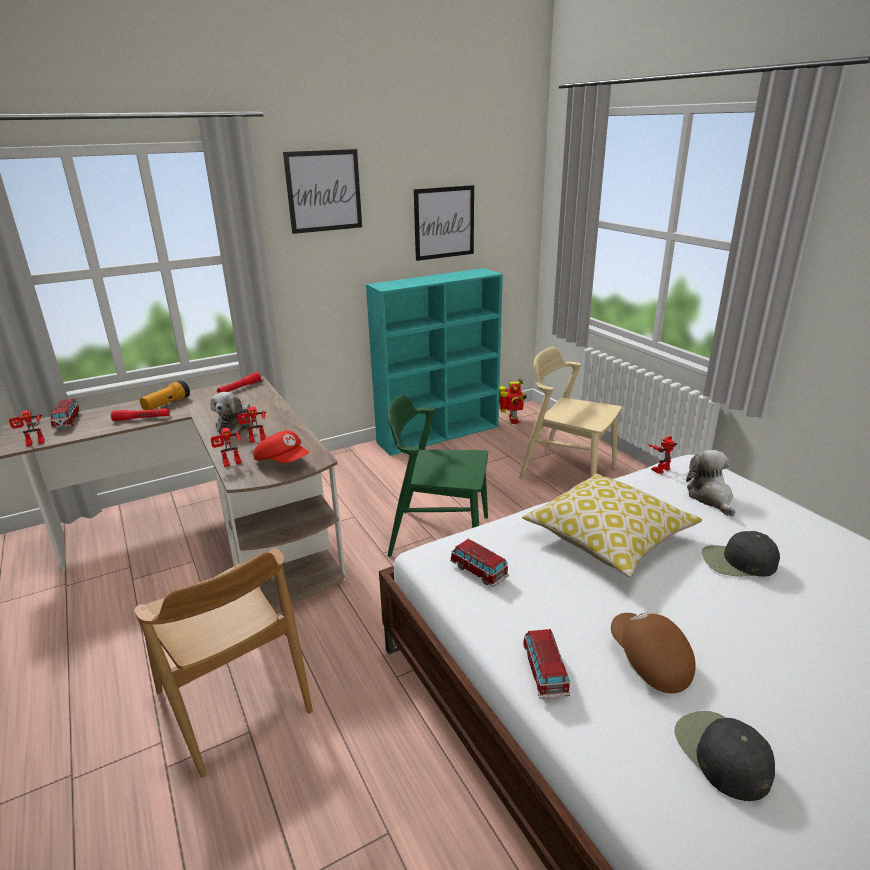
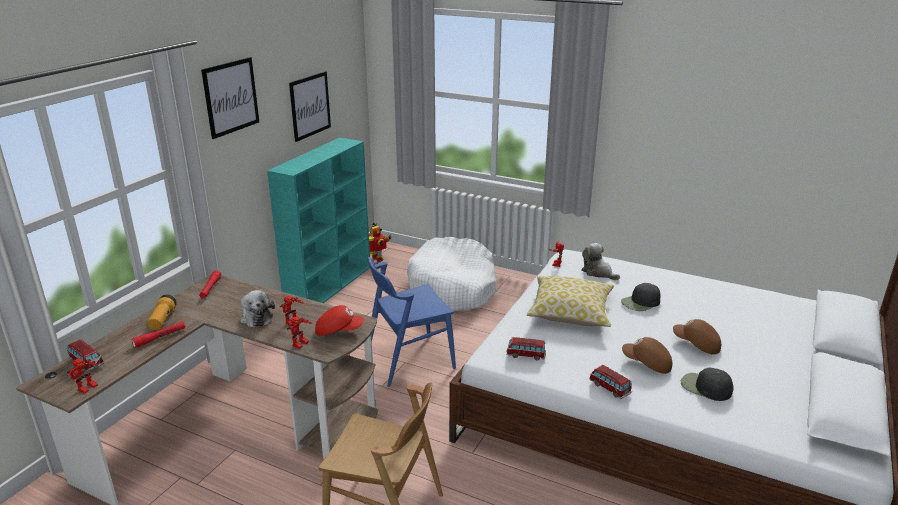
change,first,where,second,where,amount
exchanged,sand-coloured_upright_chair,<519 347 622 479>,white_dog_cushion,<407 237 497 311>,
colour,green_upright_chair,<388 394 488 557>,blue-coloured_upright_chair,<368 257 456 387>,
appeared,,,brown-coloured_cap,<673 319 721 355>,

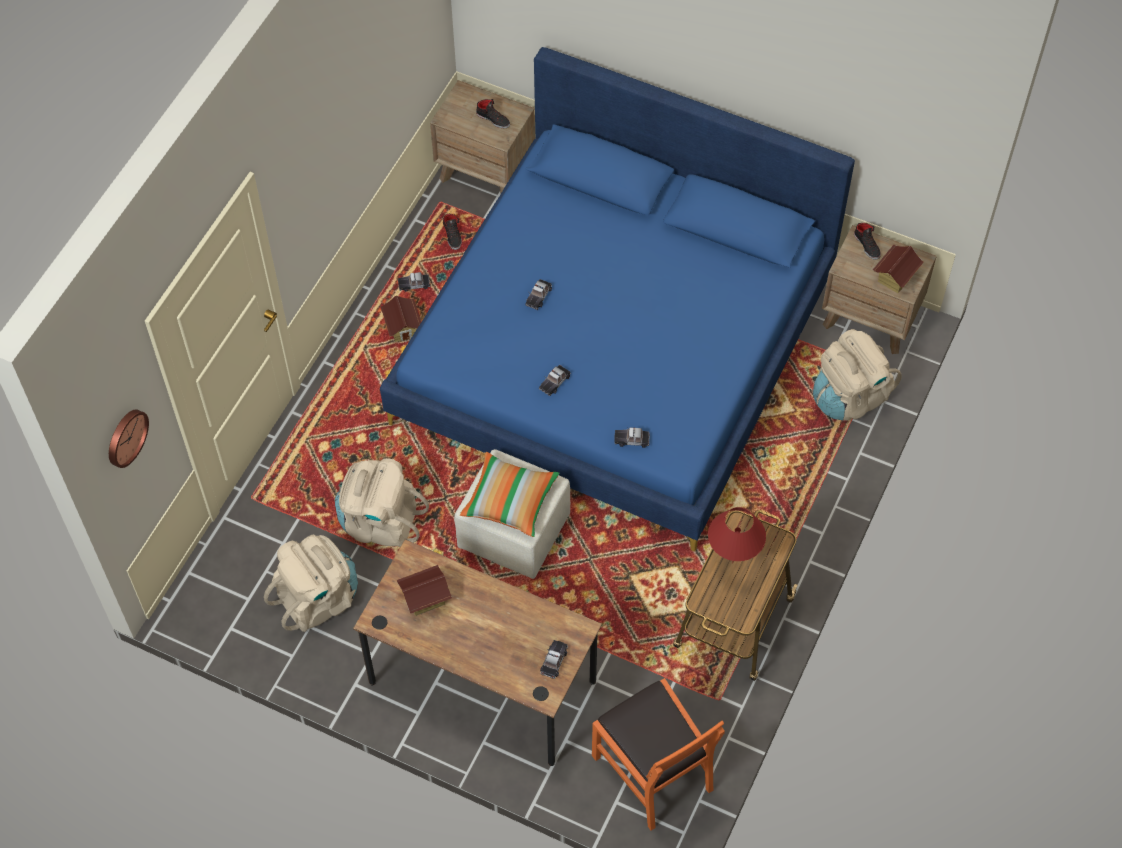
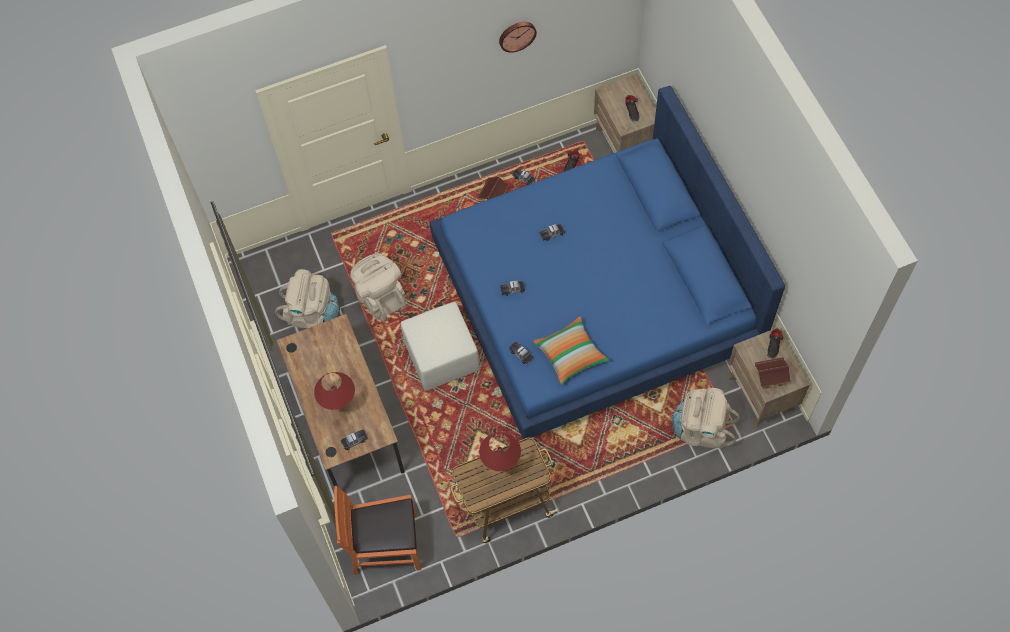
change,first,where,second,where,amount
relocated,hanging_clock,<109 409 149 468>,,<499 22 537 52>,
relocated,cushion,<460 452 560 537>,,<533 316 609 385>,
missing,model_house,<397 565 452 616>,,,
spun,orange-coloured_upright_chair,<592 678 725 831>,,<334 486 421 575>,75 degrees clockwise
appeared,,,red_lamp_for_a_table,<314 372 355 410>,

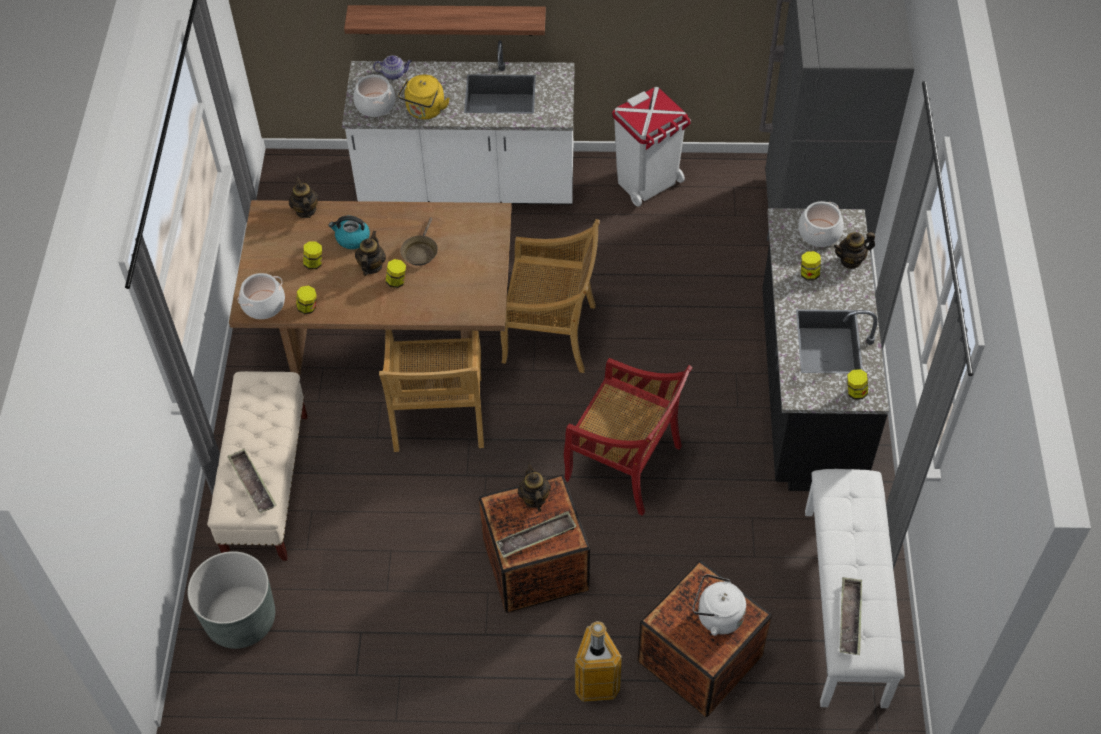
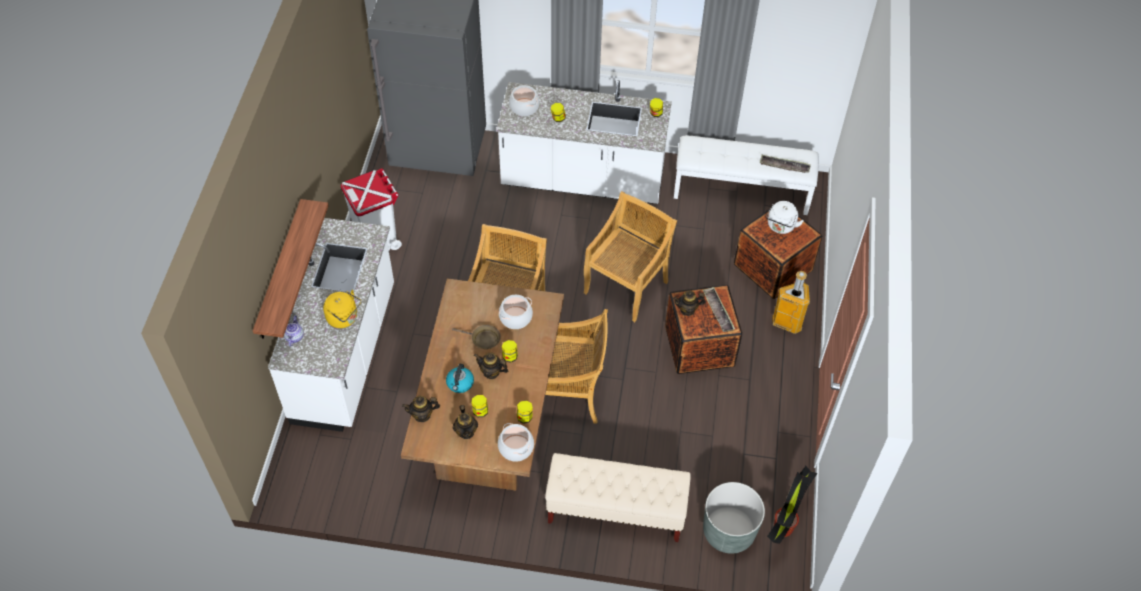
change,first,where,second,where,amount
relocated,stockpot,<353 74 395 117>,,<499 295 533 329>,
colour,black-coloured_kitchen_base_unit,<762 208 889 491>,white_kitchen_base_unit,<496 80 672 204>,
relocated,pot_for_tea,<834 232 875 269>,,<453 405 478 439>,
colour,red_upright_chair,<564 358 693 516>,sand-coloured_upright_chair,<584 191 677 322>,
missing,tray,<227 449 277 513>,,,
appeared,,,houseplant,<767 466 818 544>,

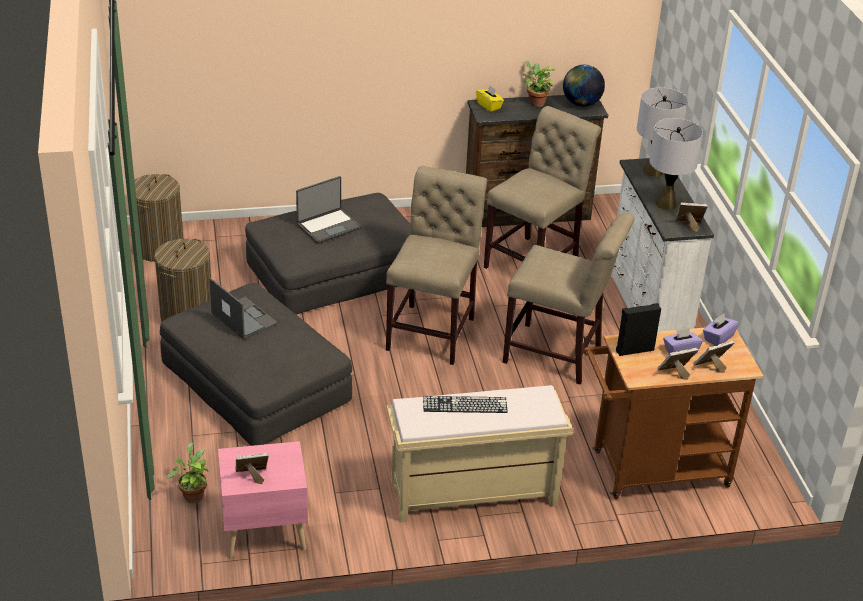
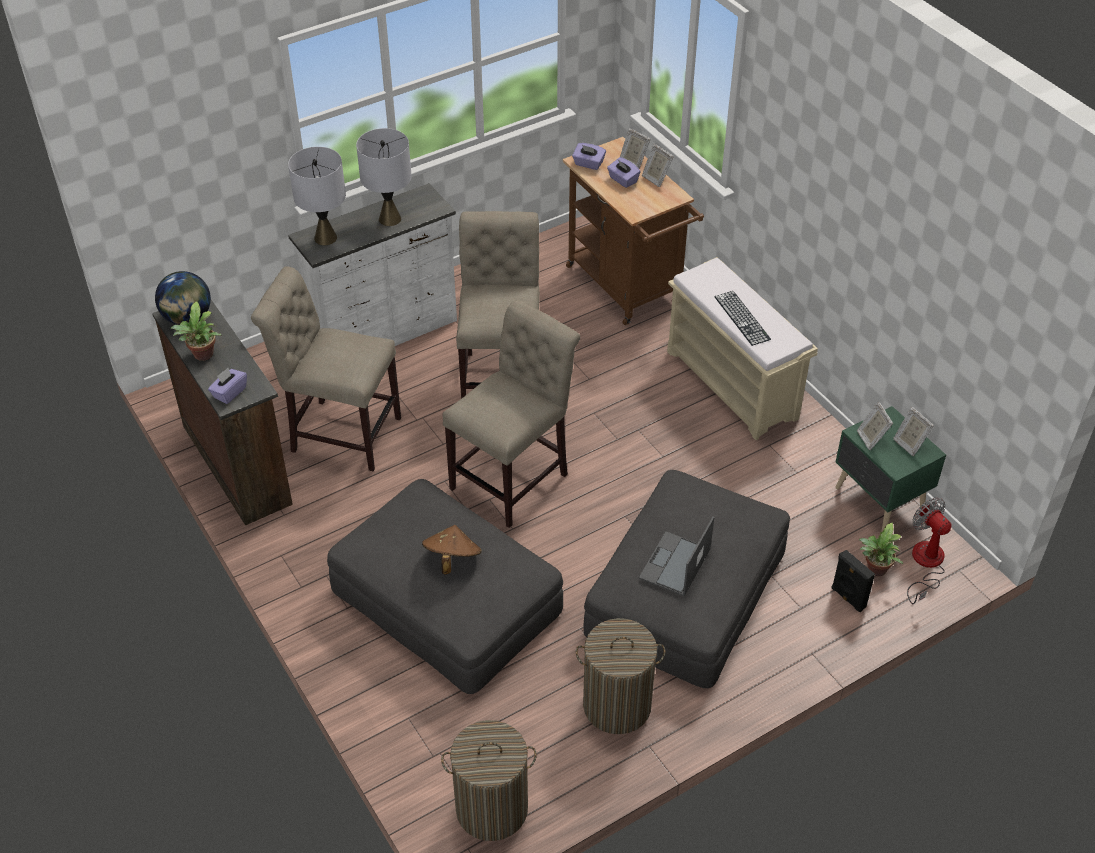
change,first,where,second,where,amount
colour,yellow_tissue_holder,<476 86 504 112>,purplish_tissue_holder,<208 368 247 404>,
spun,sand-coloured_upright_chair,<386 166 487 365>,,<442 300 580 528>,135 degrees clockwise
exchanged,notebook_computer,<296 176 361 244>,brown-coloured_hat,<422 525 482 574>,
relocated,standing_frame,<676 202 708 232>,,<857 402 893 450>,
relocated,black-coloured_audio_speaker,<616 303 661 356>,,<831 550 875 612>,
colour,pink_nightstand,<218 441 308 558>,green_nightstand,<835 406 946 532>,
appeared,,,fan,<907 498 952 604>,

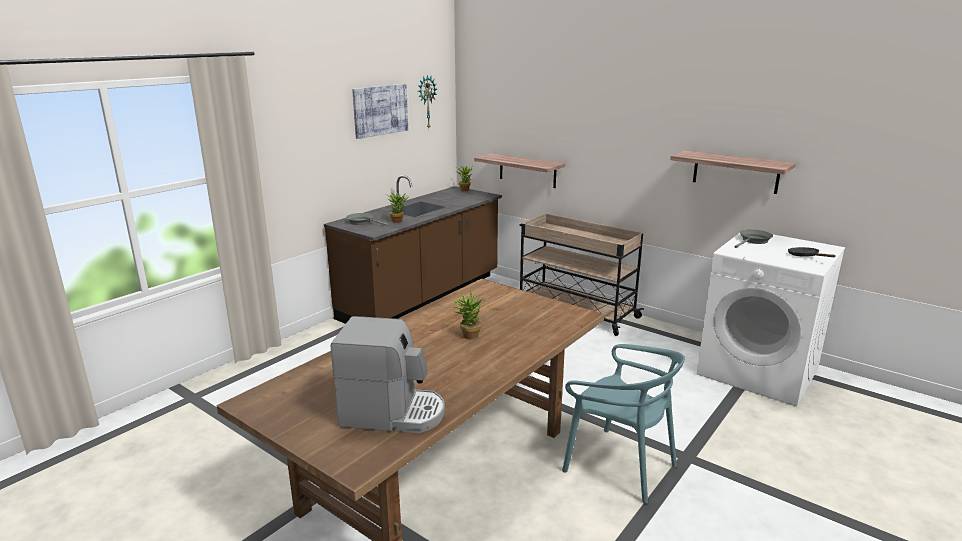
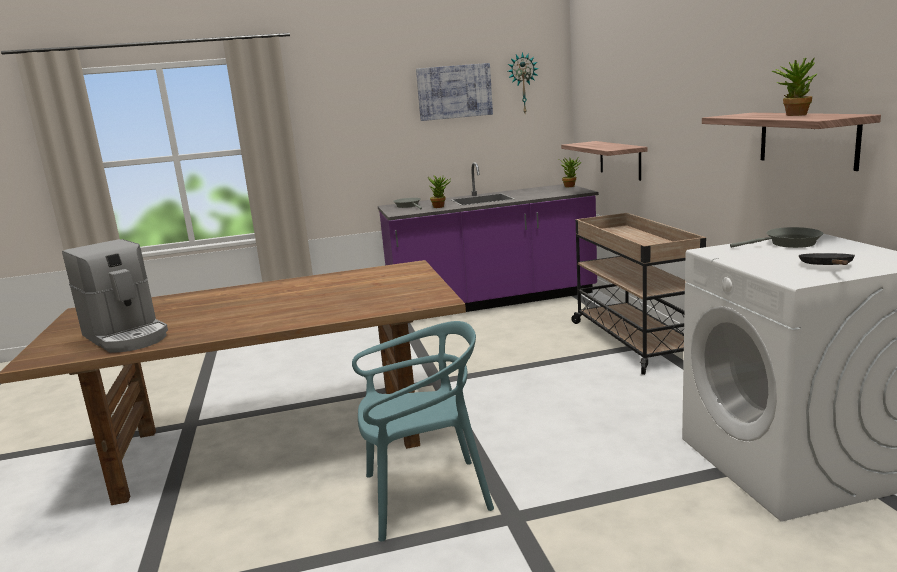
change,first,where,second,where,amount
colour,brown-coloured_kitchen_base_unit,<324 175 502 324>,purplish_kitchen_base_unit,<378 162 599 312>,
relocated,houseplant,<451 290 482 339>,,<772 58 817 116>,
spun,turquoise-coloured_upright_chair,<562 344 685 504>,,<352 321 494 541>,90 degrees counterclockwise

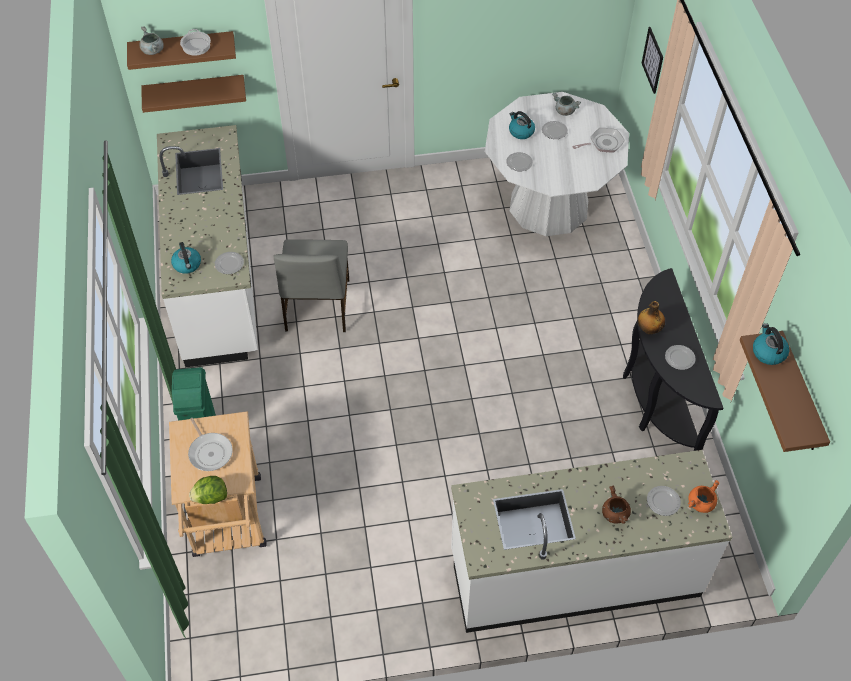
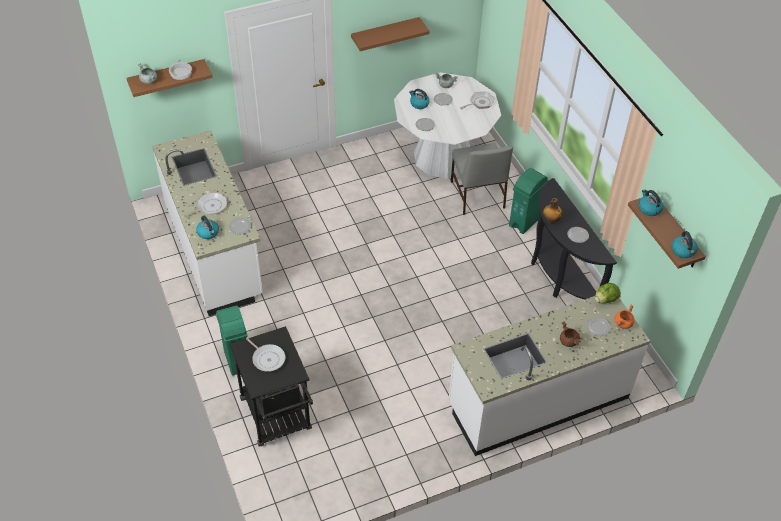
change,first,where,second,where,amount
missing,wall_art,<642 27 663 94>,,,
relocated,brown-coloured_bracket_shelf,<141 75 246 113>,,<351 17 430 51>,
relocated,grey_upright_chair,<273 239 349 332>,,<451 143 513 215>,
colour,sand-coloured_trolley,<169 411 267 557>,black-coloured_trolley,<230 326 313 447>,
relocated,lettuce,<189 476 227 504>,,<595 283 621 304>,
appeared,,,green_waste_bin,<509 168 549 234>,
appeared,,,pan,<184 193 227 217>,
appeared,,,kettle,<672 231 698 258>,

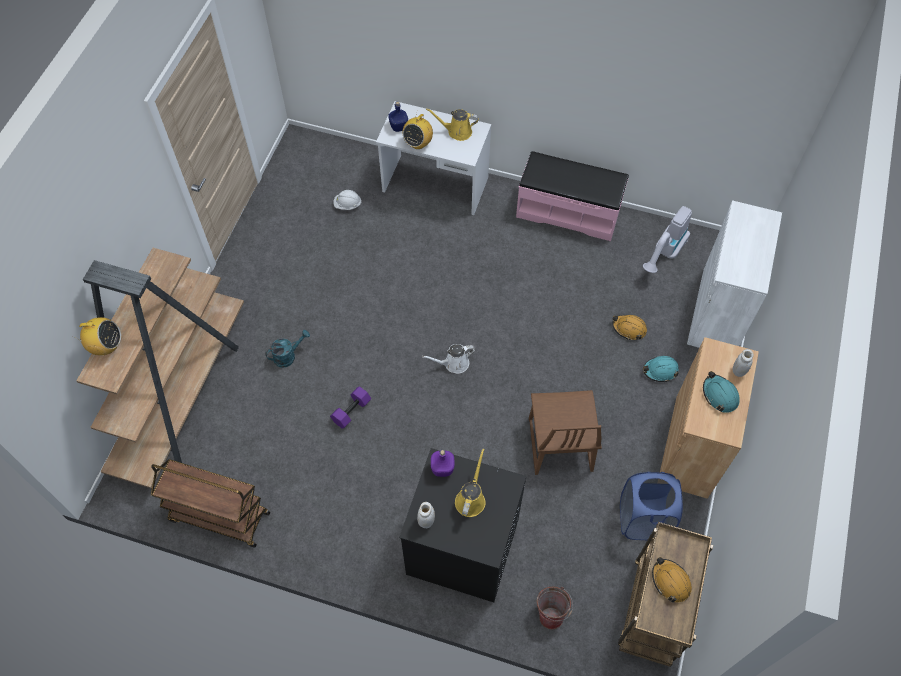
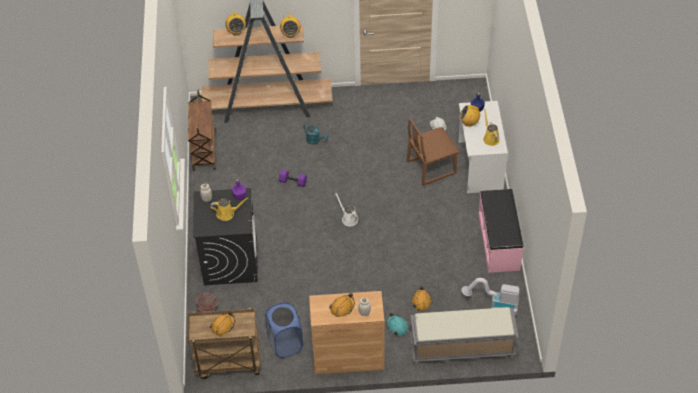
change,first,where,second,where,amount
exchanged,white_storage_cabinet,<687 200 782 348>,grey_long_seat,<410 307 519 365>,
colour,turquoise-coloured_work_helmet,<703 371 740 413>,orange-coloured_work_helmet,<329 293 355 317>,
relocated,brown-coloured_upright_chair,<529 390 602 475>,,<406 118 460 186>,
appeared,,,radio,<280 13 301 38>,

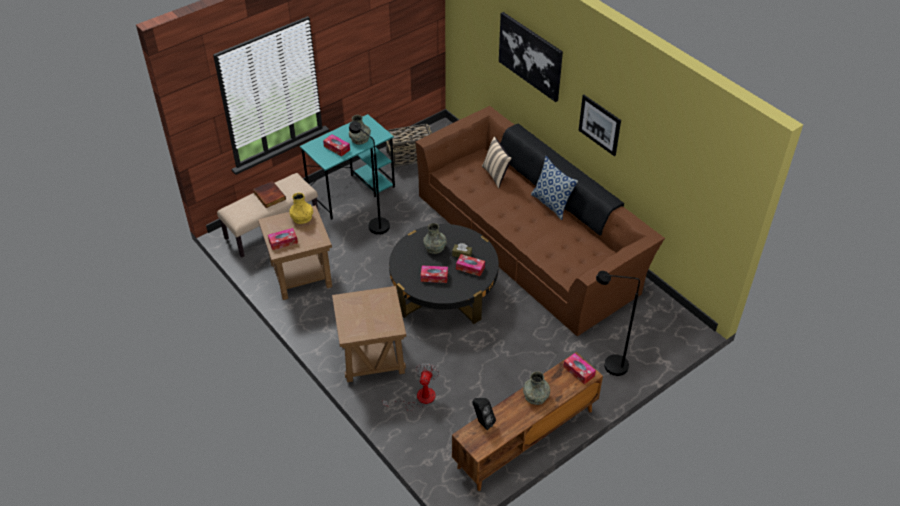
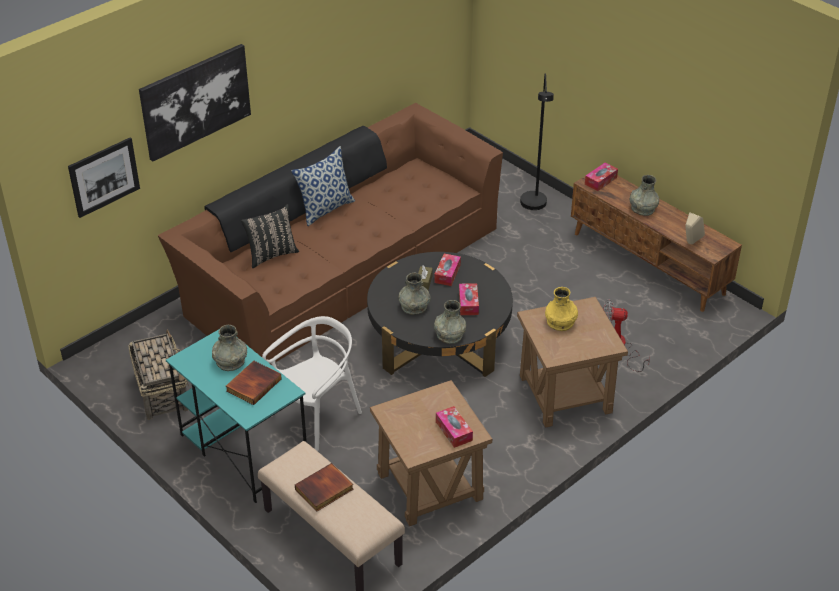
change,first,where,second,where,amount
relocated,wall_art,<579 95 621 156>,,<68 137 140 218>,
exchanged,black-coloured_standard_lamp,<349 121 390 235>,white_upright_chair,<262 316 362 451>,
exchanged,tissue_holder,<323 134 350 157>,bound_book,<226 361 282 405>,
colour,sand-coloured_cushion,<482 136 512 188>,black-coloured_cushion,<241 204 299 268>,
relocated,yellow_flower_vase,<289 193 313 224>,,<545 287 578 331>,
colour,black-coloured_audio_speaker,<472 398 496 430>,sand-coloured_audio_speaker,<685 212 705 244>,
appeared,,,grey_flower_vase,<434 300 466 344>,

